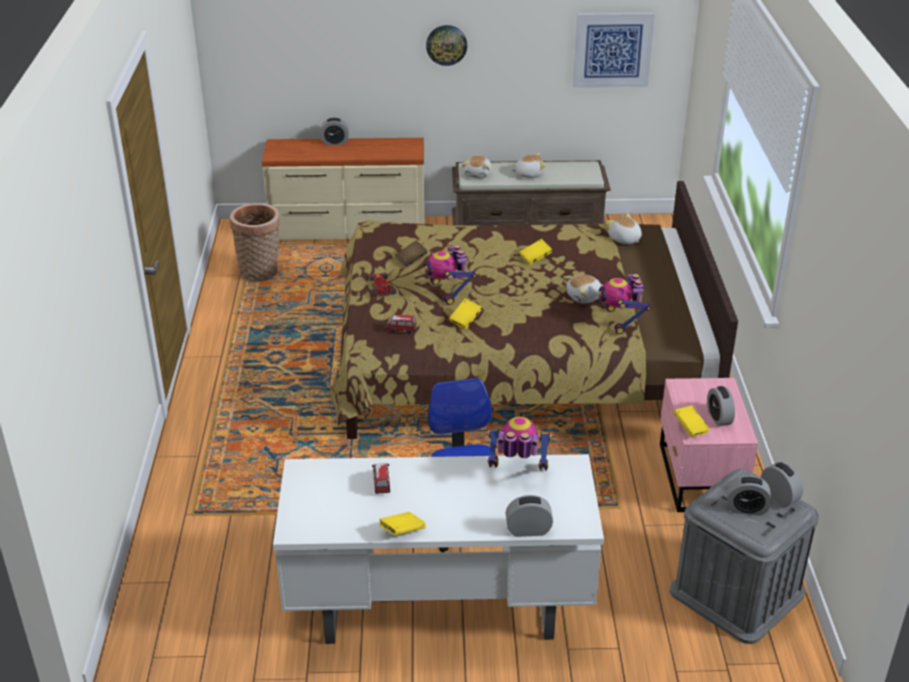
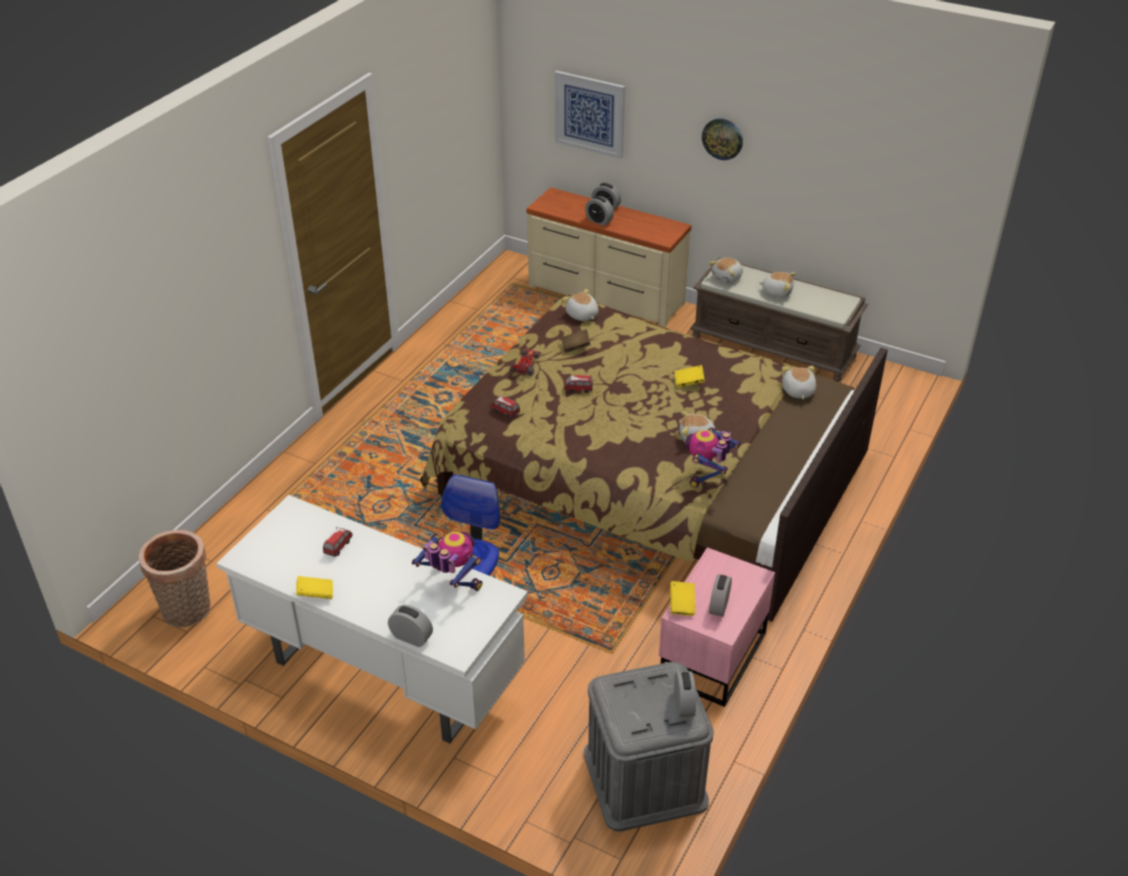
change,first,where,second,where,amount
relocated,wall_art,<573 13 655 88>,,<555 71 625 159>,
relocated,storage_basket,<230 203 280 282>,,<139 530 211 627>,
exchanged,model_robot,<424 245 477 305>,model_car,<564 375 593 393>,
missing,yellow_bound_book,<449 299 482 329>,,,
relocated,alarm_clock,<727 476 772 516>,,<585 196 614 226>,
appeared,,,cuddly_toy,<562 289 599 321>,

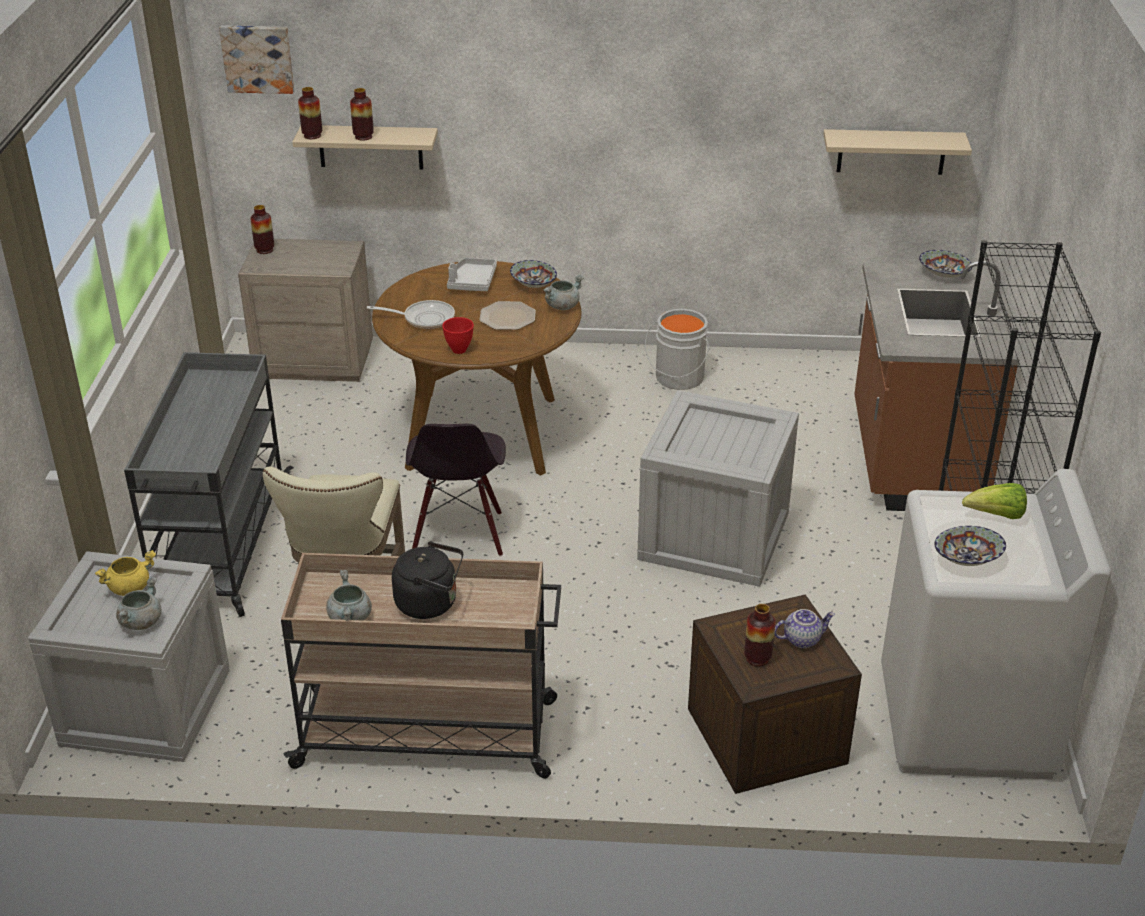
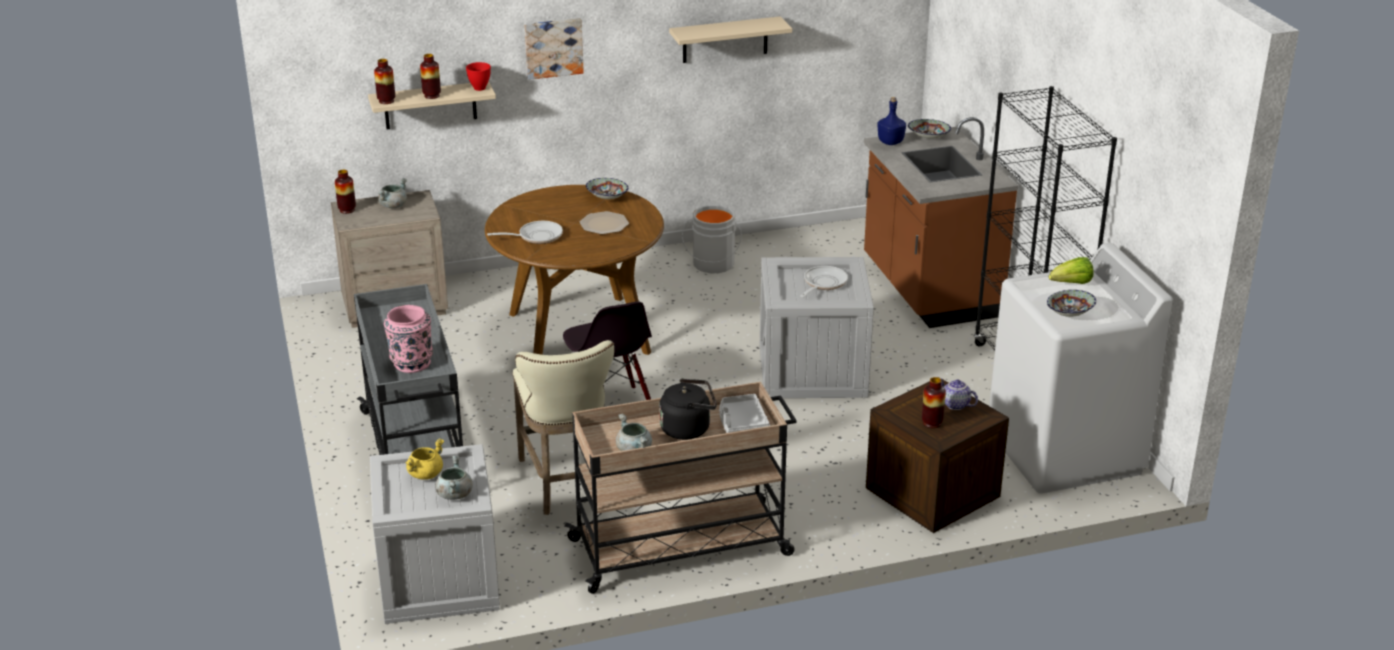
change,first,where,second,where,amount
relocated,wall_art,<219 25 294 94>,,<524 18 584 80>,
relocated,sand-coloured_bracket_shelf,<823 129 972 175>,,<669 16 792 63>,
relocated,grey_tray,<447 258 497 291>,,<719 394 770 433>,
relocated,grey_stockpot,<544 275 584 310>,,<378 178 407 208>,
relocated,red_serving_bowl,<442 317 474 354>,,<466 62 491 91>,
spun,pot_for_tea,<774 609 835 648>,,<940 378 978 410>,105 degrees counterclockwise
appeared,,,blue-coloured_bottle,<878 97 906 145>,
appeared,,,pan,<801 266 848 297>,
appeared,,,pink_flower_vase,<384 305 433 373>,

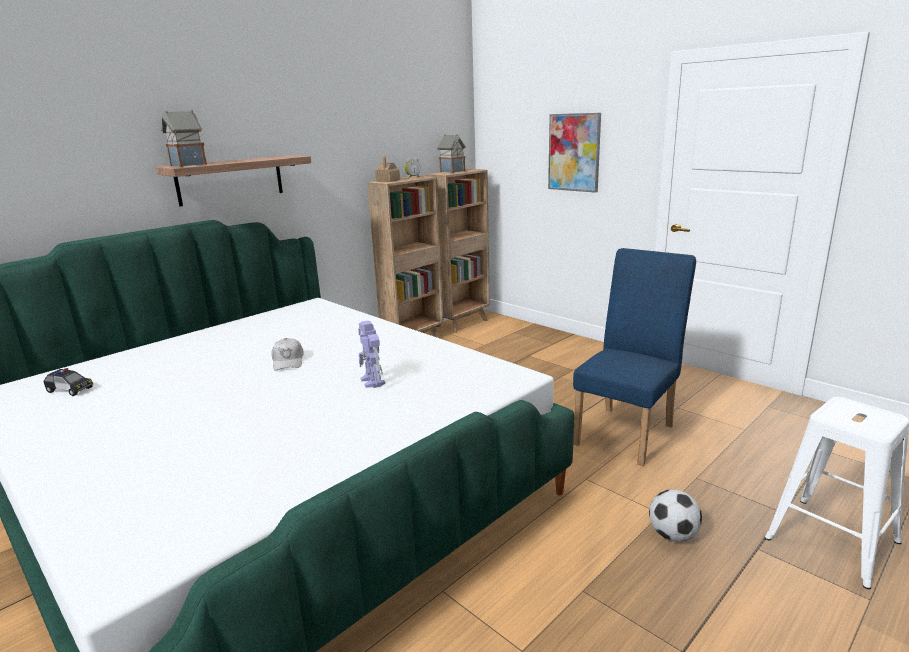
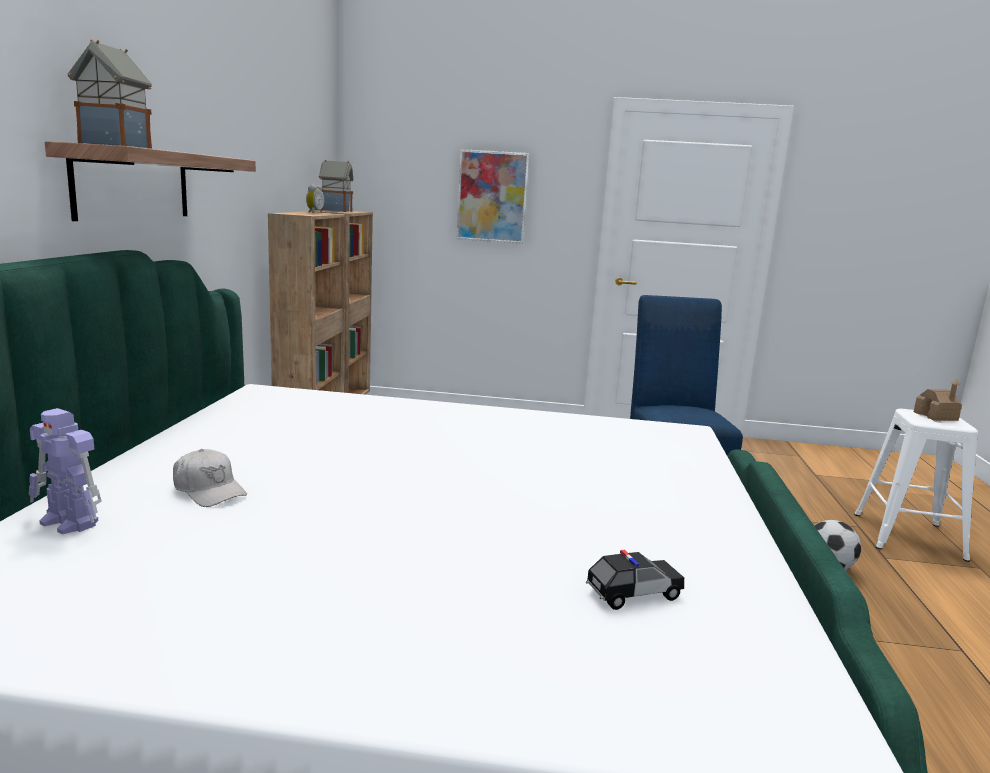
change,first,where,second,where,amount
relocated,model_house,<375 155 400 182>,,<914 379 962 421>,
relocated,model_robot,<358 320 385 388>,,<29 408 102 534>,
relocated,white_cap,<272 338 304 370>,,<173 449 247 507>,
relocated,model_car,<43 368 93 396>,,<586 550 684 610>,

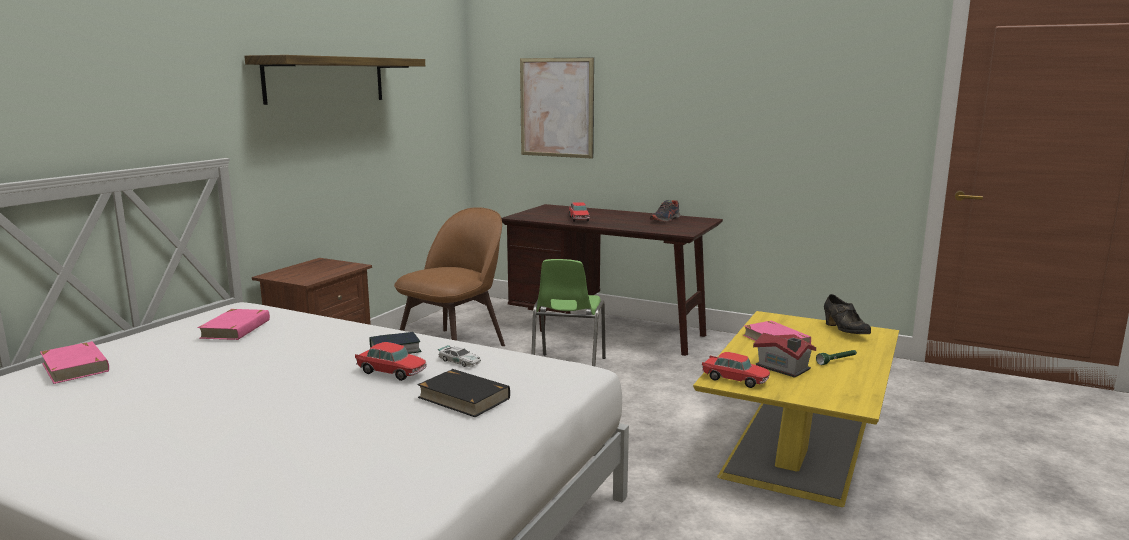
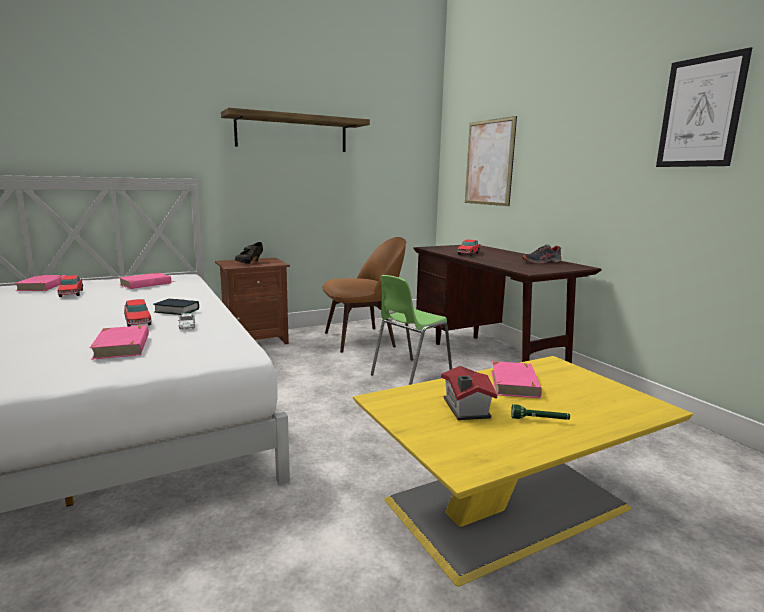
change,first,where,second,where,amount
relocated,black-coloured_low_shoe,<824 294 871 334>,,<235 242 263 264>,
relocated,model_car,<702 352 770 388>,,<58 275 83 297>,
colour,black-coloured_bound_book,<417 369 510 417>,pink_bound_book,<90 325 149 360>,
appeared,,,wall_art,<656 47 752 167>,

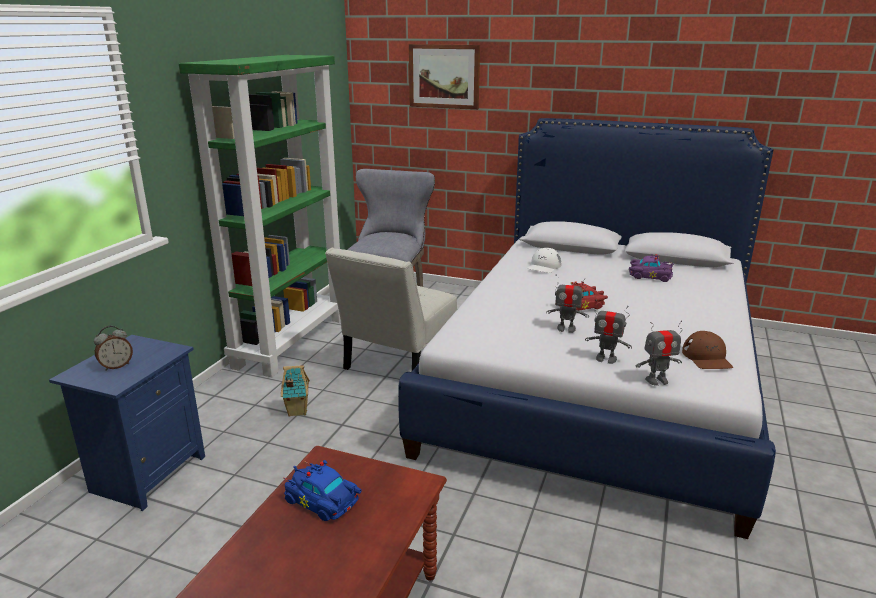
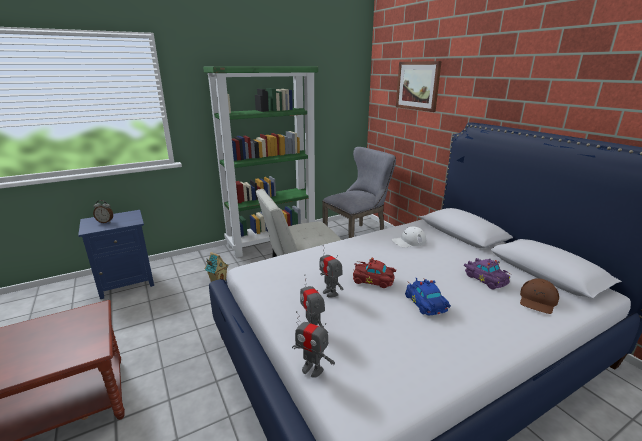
change,first,where,second,where,amount
relocated,brown-coloured_cap,<682 331 733 369>,,<520 279 559 314>,
relocated,blue-coloured_model_car,<283 460 362 521>,,<405 278 451 315>,

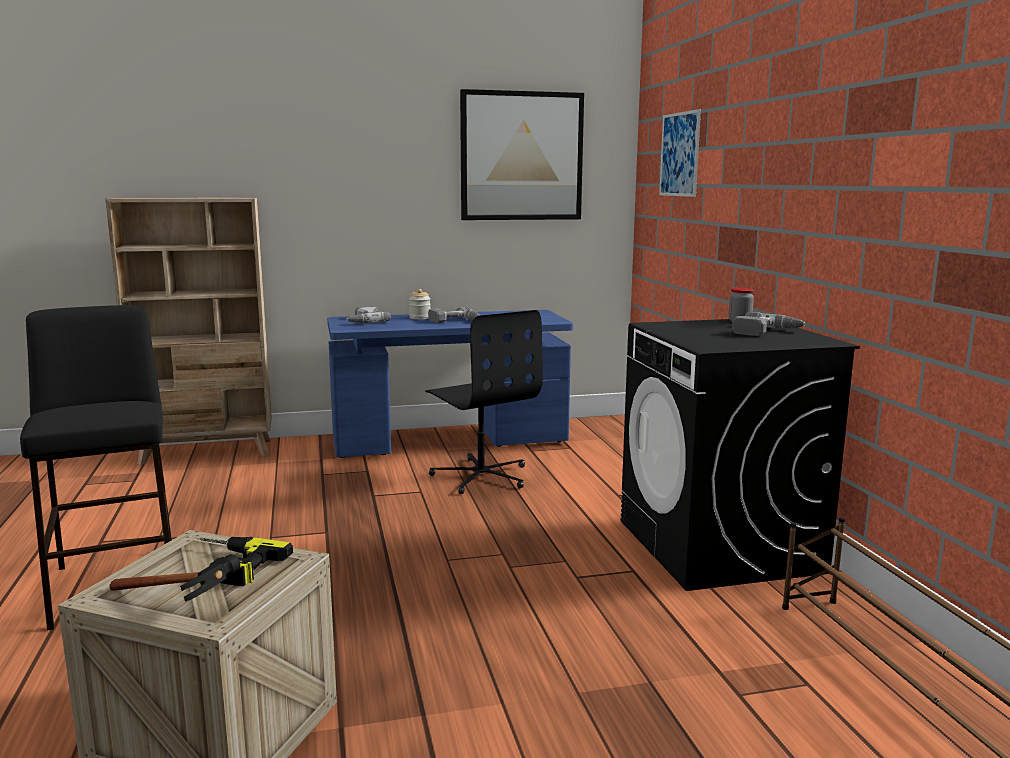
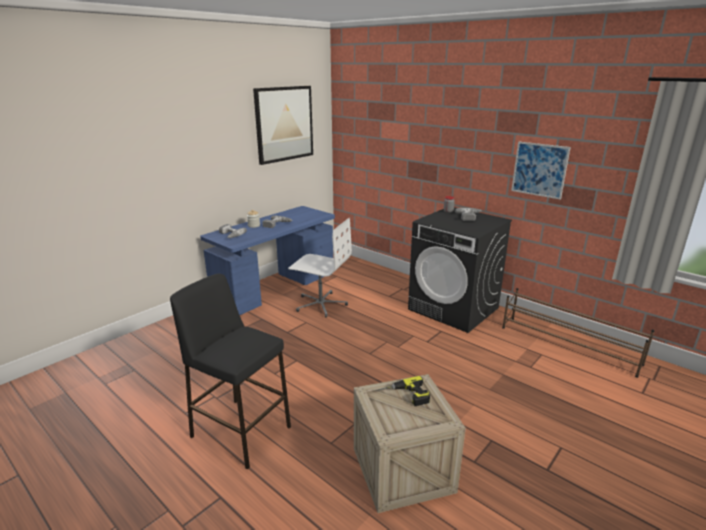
change,first,where,second,where,amount
relocated,wall_art,<659 109 701 197>,,<511 142 571 200>,
missing,sand-coloured_shelving_unit,<105 198 272 465>,,,
colour,black-coloured_desk_chair,<425 310 543 494>,white_desk_chair,<288 218 352 318>,
missing,tool_hammer,<109 554 240 602>,,,

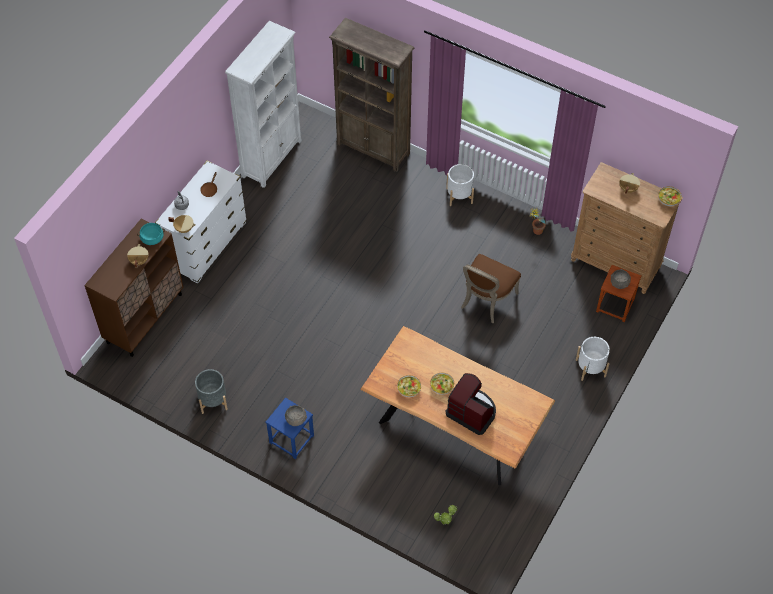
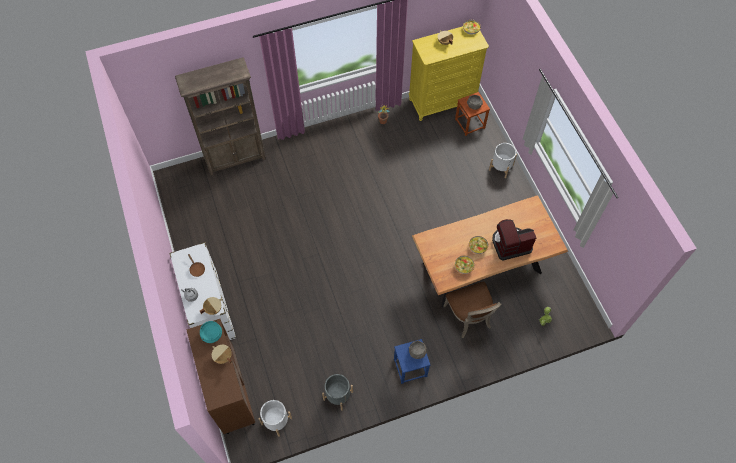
change,first,where,second,where,amount
missing,white_shelving_unit,<225 21 302 188>,,,
colour,brown-coloured_dresser,<571 162 683 294>,yellow_dresser,<409 26 489 121>,
relocated,white_plant_pot,<446 164 474 206>,,<258 400 292 437>,
relocated,brown-coloured_upright_chair,<461 254 521 323>,,<443 281 502 338>,

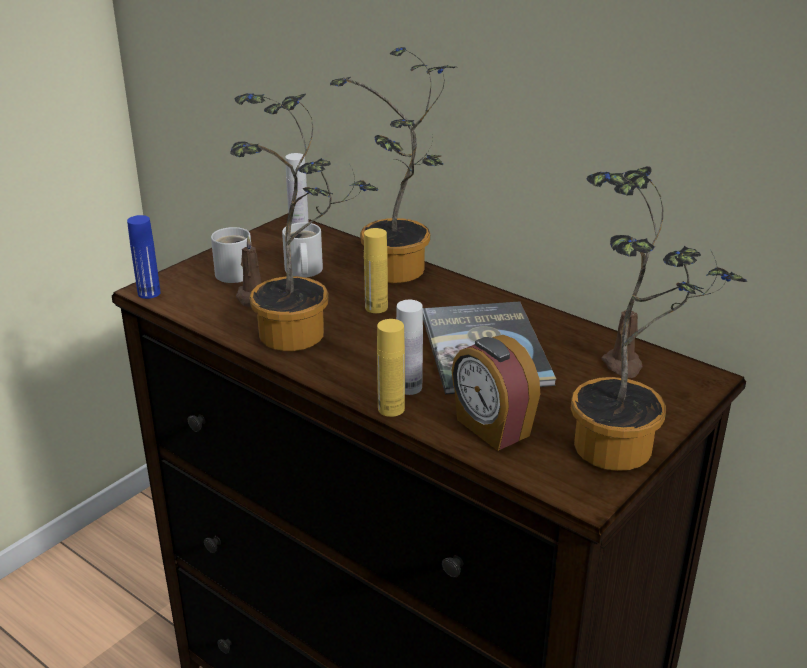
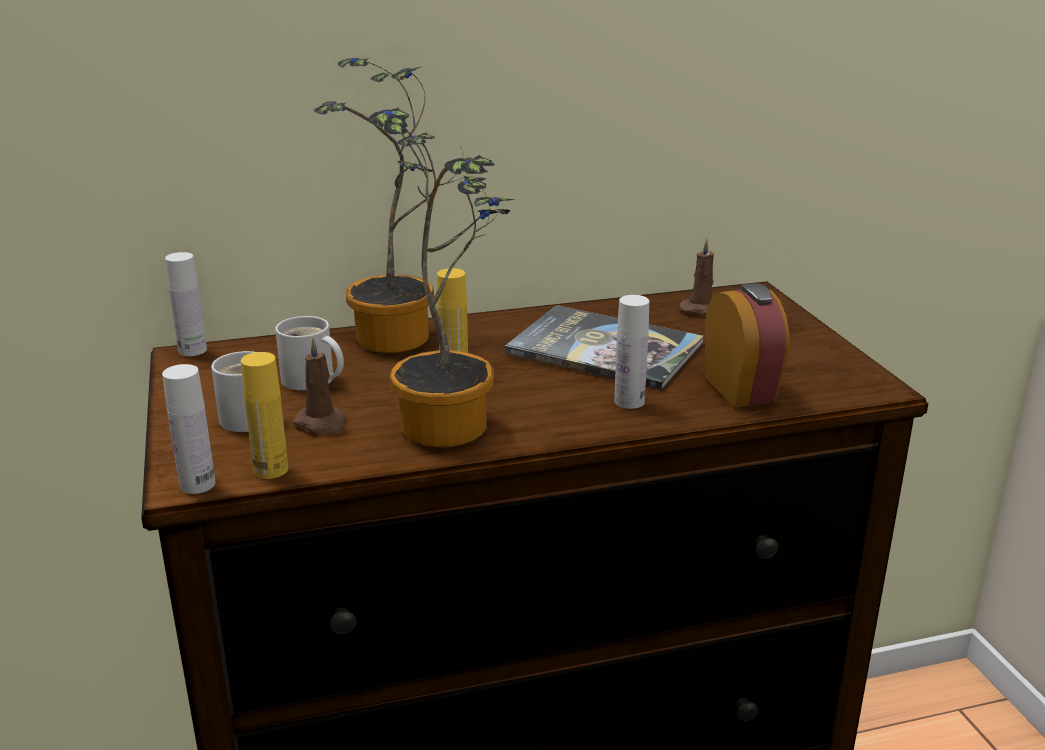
change,first,where,second,where,amount
missing,houseplant,<571 166 747 471>,,,
colour,blue-coloured_bottle,<127 215 161 299>,white_bottle,<162 364 215 494>,
relocated,yellow_bottle,<377 319 405 417>,,<241 352 288 479>,
spun,alarm_clock,<452 335 540 451>,,<705 283 789 408>,105 degrees counterclockwise

